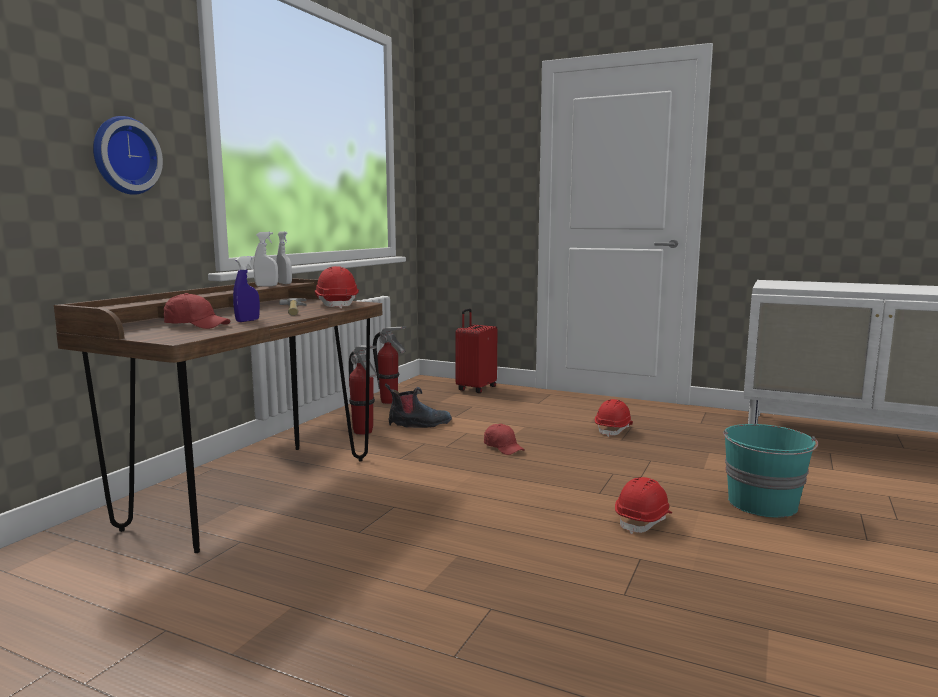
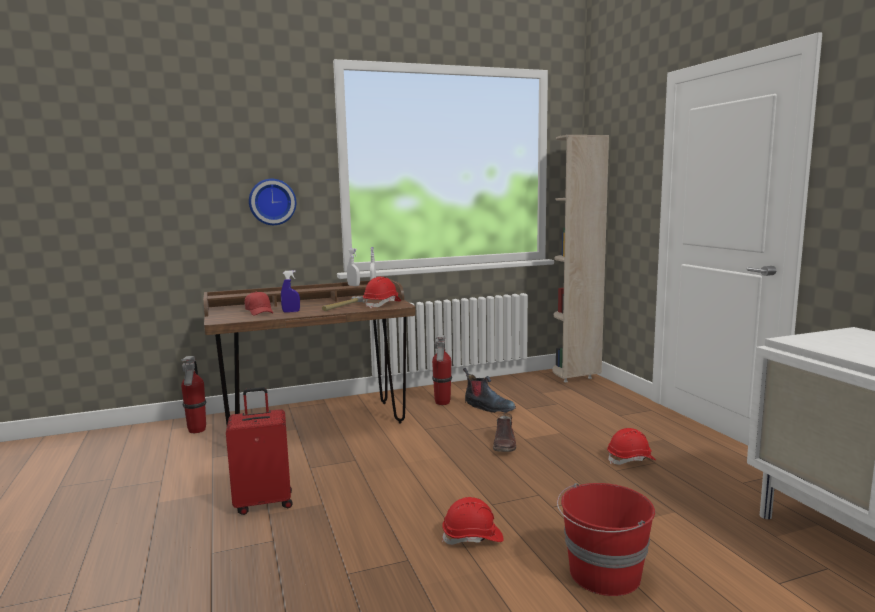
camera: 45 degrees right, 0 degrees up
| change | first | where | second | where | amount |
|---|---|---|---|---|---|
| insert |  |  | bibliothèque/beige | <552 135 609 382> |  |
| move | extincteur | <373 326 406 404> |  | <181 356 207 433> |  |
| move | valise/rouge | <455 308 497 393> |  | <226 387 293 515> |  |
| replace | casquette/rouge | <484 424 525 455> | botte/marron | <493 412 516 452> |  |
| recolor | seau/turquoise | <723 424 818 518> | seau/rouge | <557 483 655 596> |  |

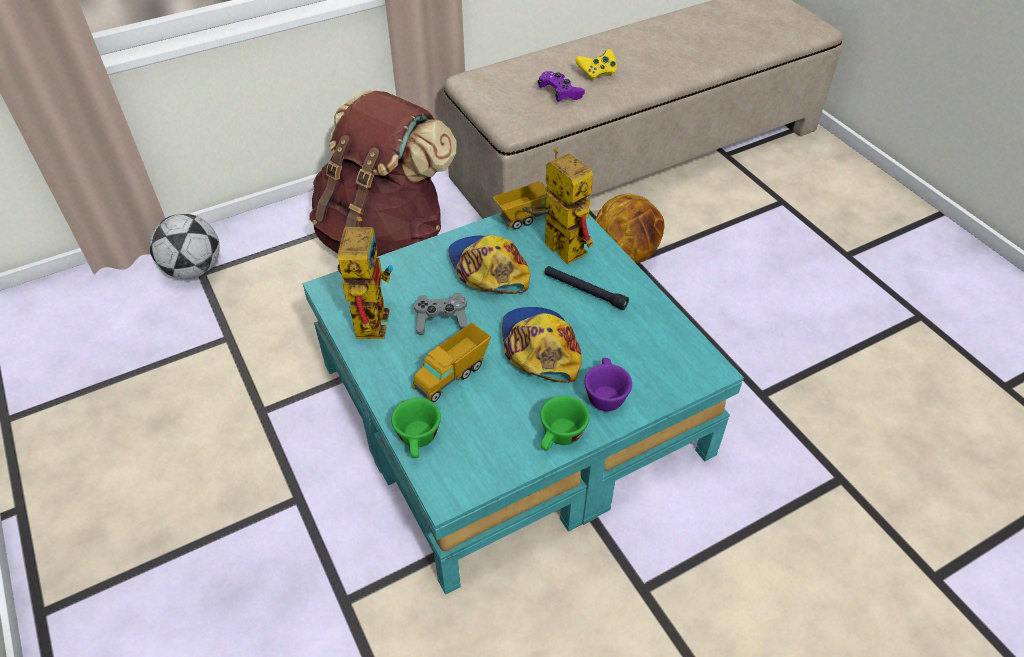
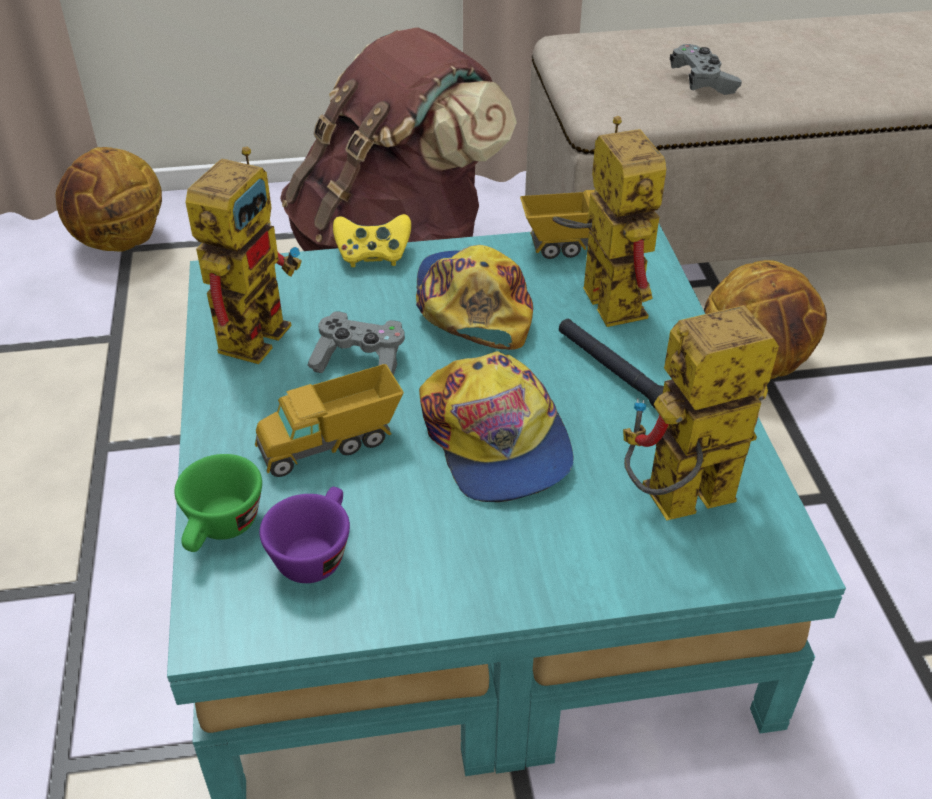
camera: 20 degrees right, 5 degrees down
| change | first | where | second | where | amount |
|---|---|---|---|---|---|
| delete | tasse/vert | <540 396 590 451> |  |  |  |
| insert |  |  | robot jouet | <623 305 779 520> |  |
| move | manette/jaune | <575 49 617 81> |  | <333 214 411 267> |  |
| move | tasse/violet | <585 358 632 411> |  | <260 487 350 583> |  |
| replace | ballon de foot | <150 214 220 279> | ballon de basket | <55 147 162 252> |  |
| recolor | manette/violet | <538 71 585 102> | manette/gris | <670 44 742 95> |  |
| rotate | casquette | <502 307 582 383> |  | <419 351 574 502> | 150 degrees clockwise |

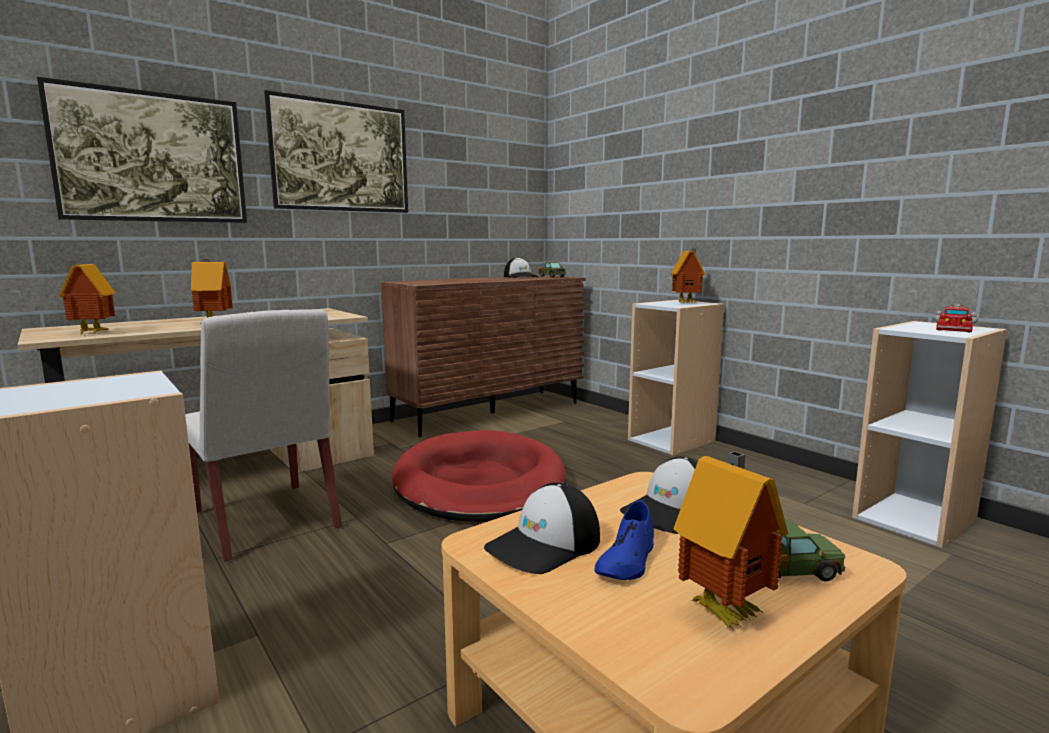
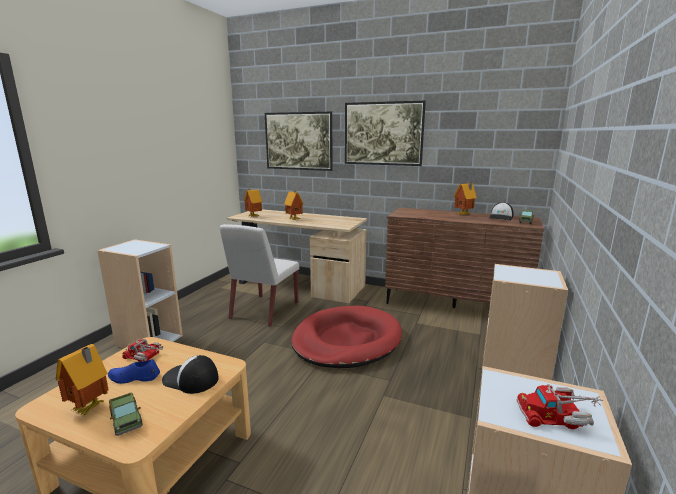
camera: 60 degrees right, 5 degrees up
| change | first | where | second | where | amount |
|---|---|---|---|---|---|
| move | maison miniature | <671 249 705 303> |  | <454 182 477 215> |  |
| replace | casquette | <484 483 600 574> | camion jouet | <122 339 163 362> |  |

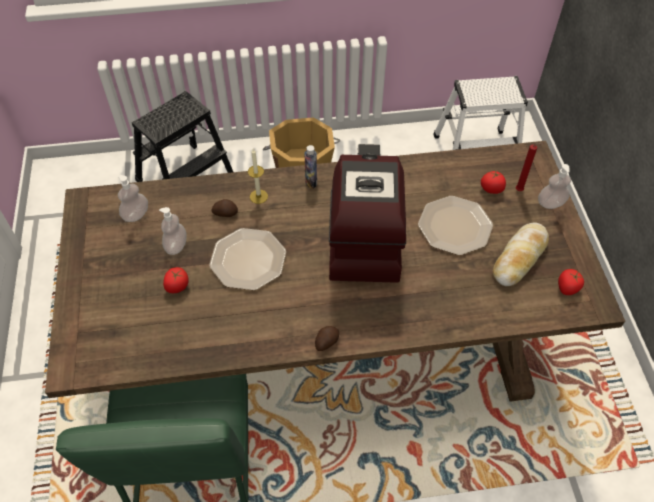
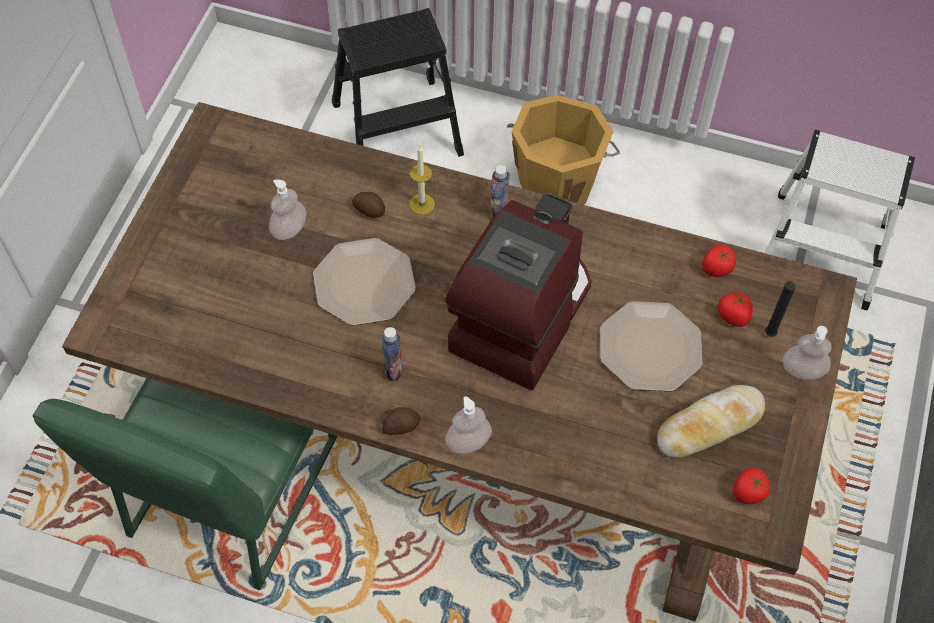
camera: 25 degrees right, 5 degrees up
| change | first | where | second | where | amount |
|---|---|---|---|---|---|
| insert |  |  | bouteille | <382 327 402 381> |  |
| move | distributeur de savon | <118 175 148 222> |  | <445 396 492 454> |  |
| move | tomate | <163 267 189 293> |  | <702 245 736 277> |  |
| recolor | bougie/rouge | <516 143 543 191> | bougie/noir | <765 281 803 337> |  |

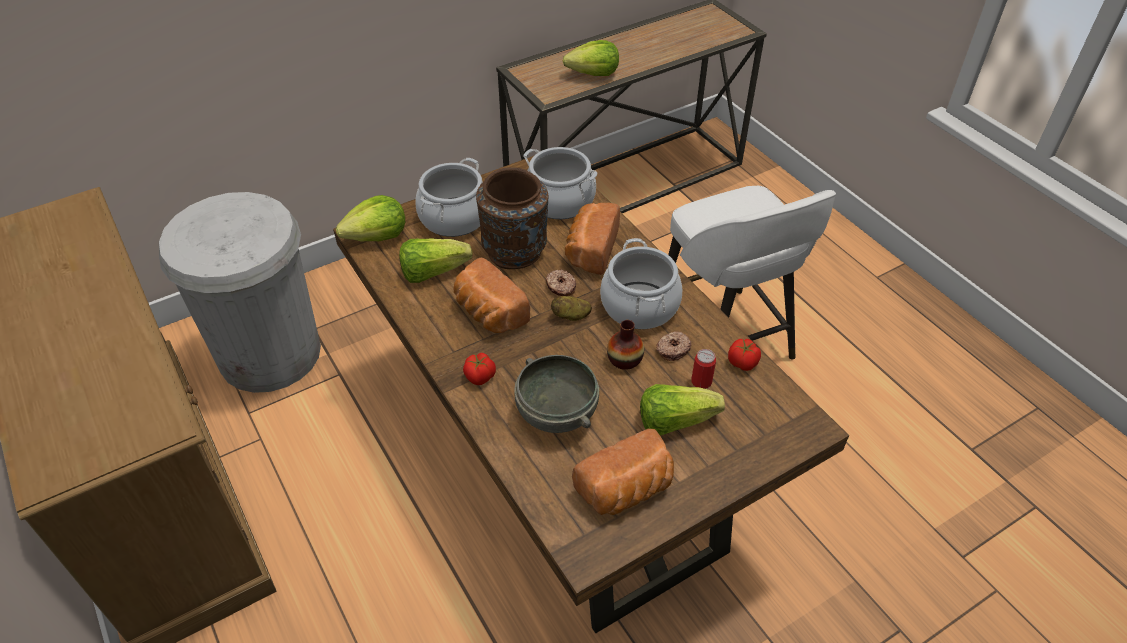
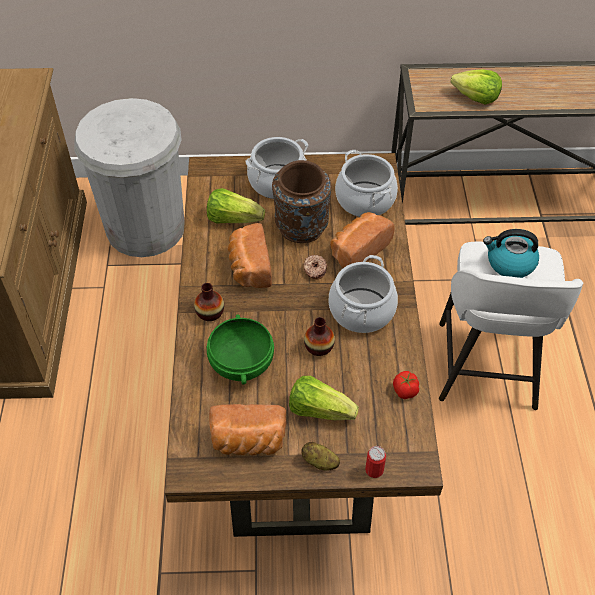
camera: 30 degrees right, 5 degrees up
| change | first | where | second | where | amount |
|---|---|---|---|---|---|
| delete | laitue | <336 195 405 242> |  |  |  |
| delete | beignet | <656 331 691 361> |  |  |  |
| insert |  |  | bouilloire | <483 229 539 278> |  |
| move | pomme de terre | <551 296 592 321> |  | <301 442 340 471> |  |
| move | boîte métallique | <692 349 716 389> |  | <365 446 386 478> |  |
| replace | tomate | <463 353 496 385> | vase | <194 283 224 321> |  |
| recolor | bol/gris | <514 355 599 433> | bol/vert | <206 314 274 384> |  |

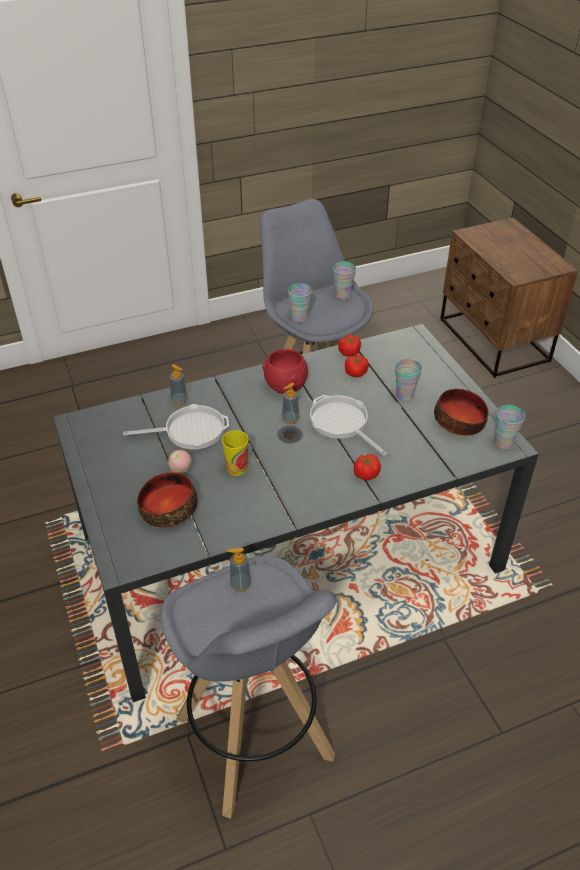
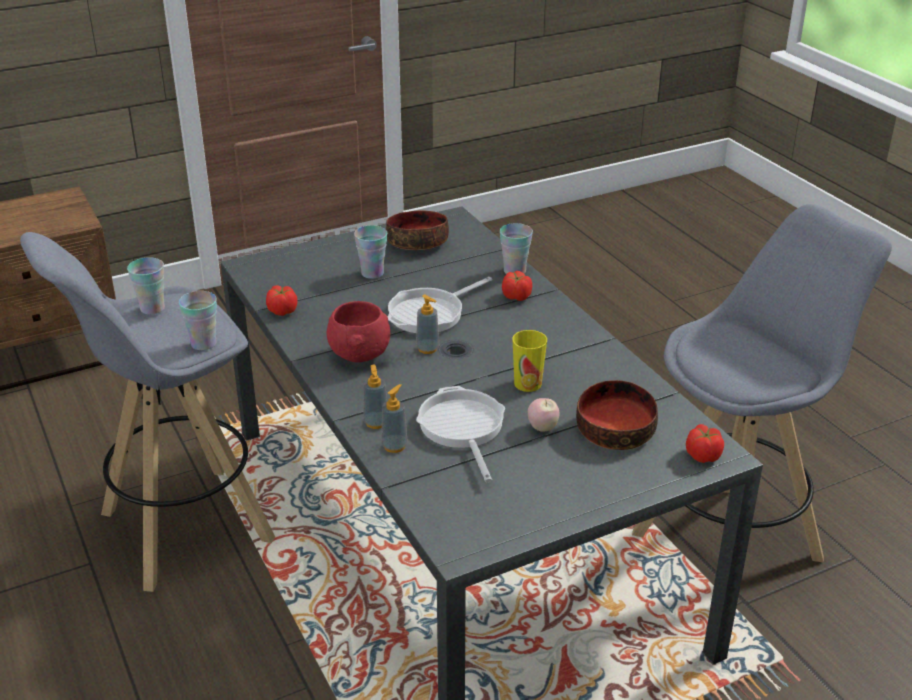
camera: 95 degrees left, 10 degrees down
| change | first | where | second | where | amount |
|---|---|---|---|---|---|
| move | distributeur de savon | <227 548 251 592> |  | <363 365 387 429> |  |
| move | tomate | <345 355 369 377> |  | <686 424 724 463> |  |
| move | tasse | <494 405 525 449> |  | <500 223 533 274> |  |

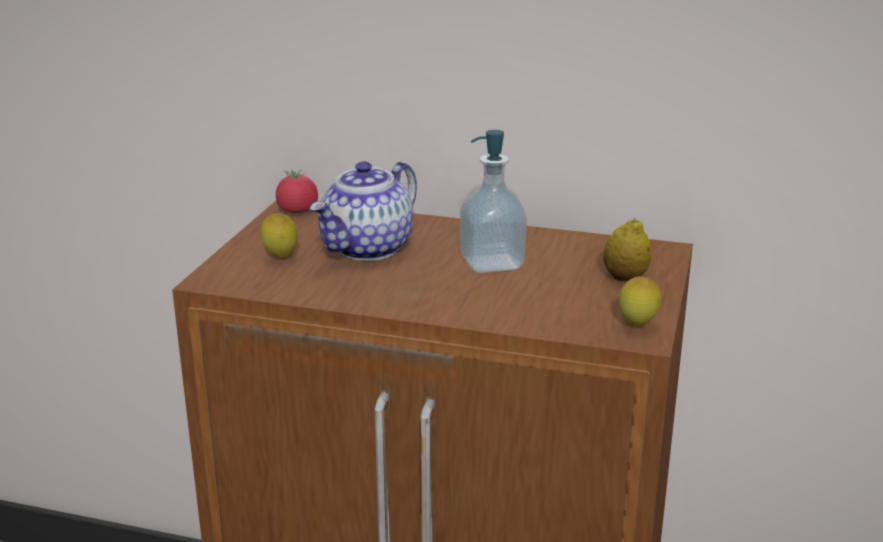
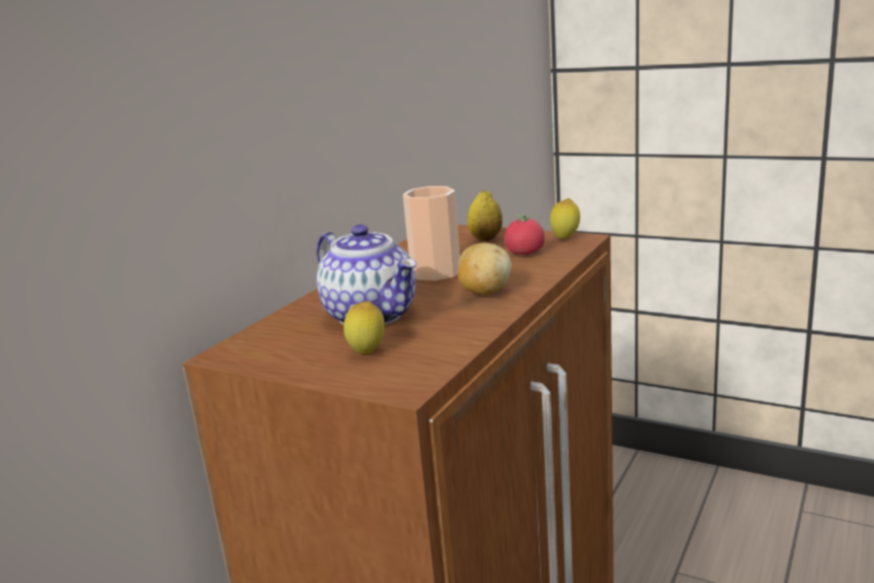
camera: 75 degrees left, 5 degrees down
| change | first | where | second | where | amount |
|---|---|---|---|---|---|
| insert |  |  | pomme de terre | <457 243 512 295> |  |
| move | tomate | <276 169 318 213> |  | <504 214 545 255> |  |
| replace | distributeur de savon | <460 130 527 273> | tasse | <403 186 460 281> |  |

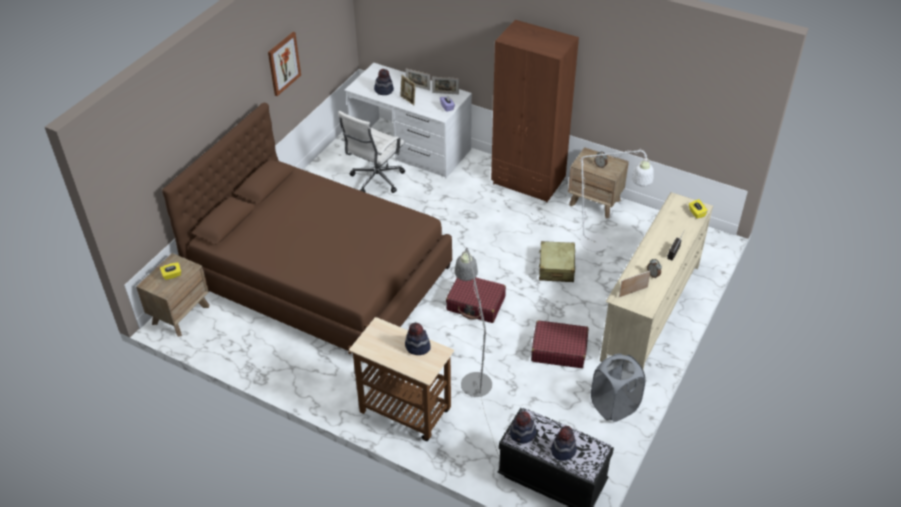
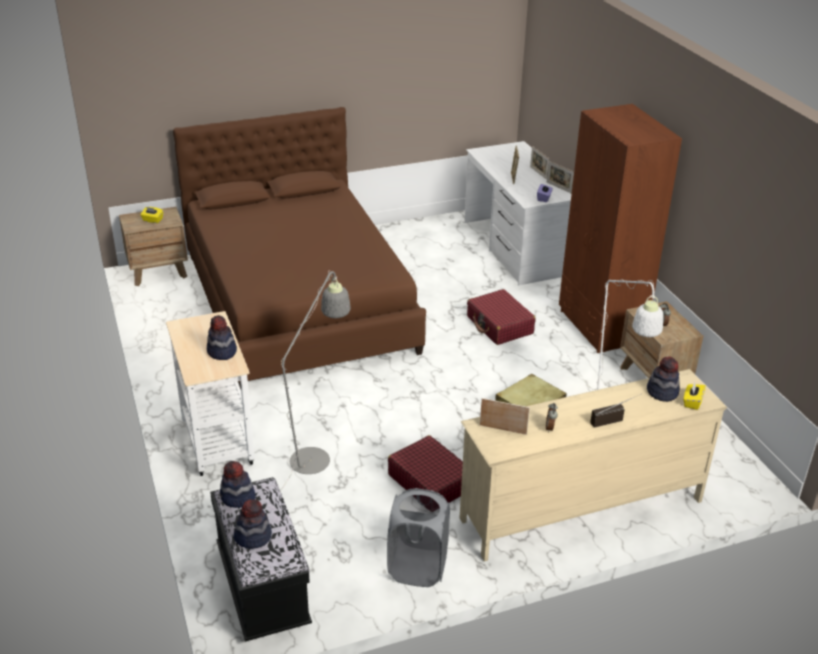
camera: 40 degrees right, 10 degrees down
| change | first | where | second | where | amount |
|---|---|---|---|---|---|
| delete | tableau | <268 32 301 96> |  |  |  |
| delete | chaise de bureau/blanc | <338 111 405 193> |  |  |  |
| move | chapeau | <374 69 394 95> |  | <647 356 680 402> |  |
| move | valise/rouge | <446 277 506 323> |  | <467 289 535 345> |  |
| recolor | chariot/marron | <348 317 454 441> | chariot/blanc | <166 311 255 476> |  |

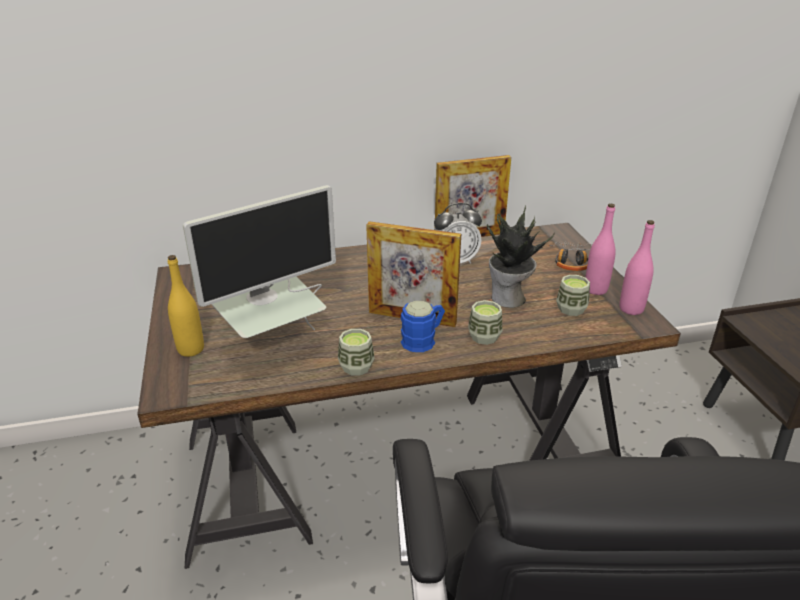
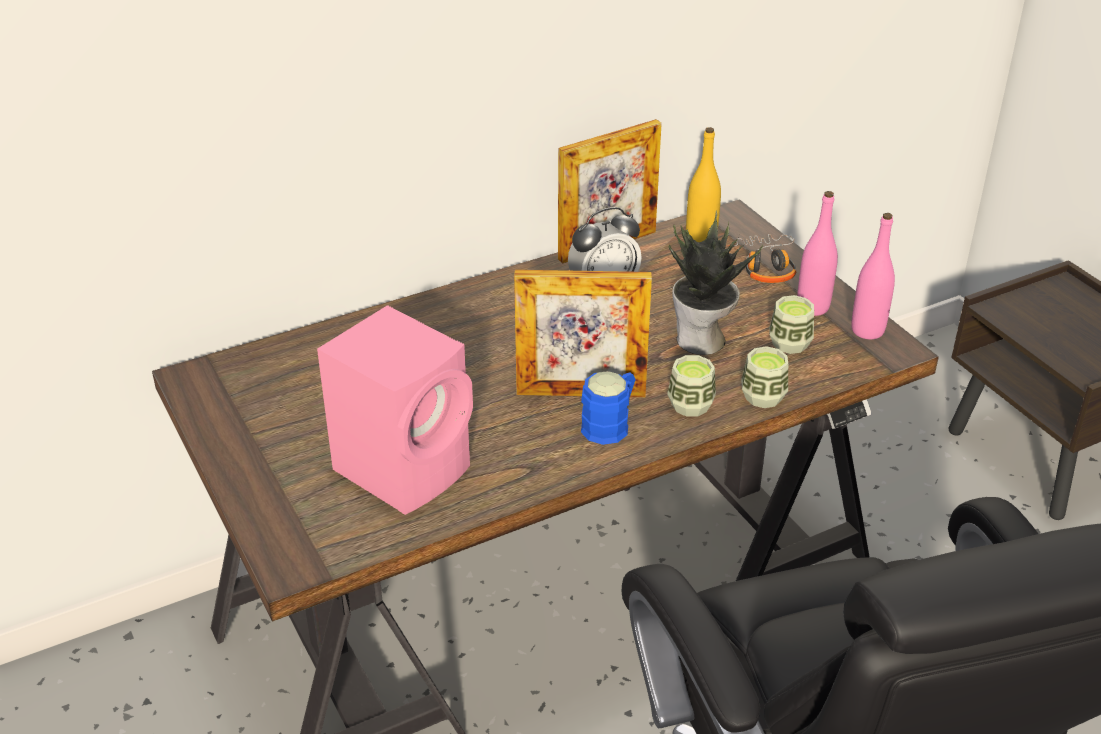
camera: 15 degrees left, 5 degrees up
| change | first | where | second | where | amount |
|---|---|---|---|---|---|
| move | bouteille/jaune | <168 255 204 357> |  | <686 127 721 242> |  |
| move | tasse | <338 329 375 376> |  | <741 346 788 408> |  |
| replace | écran d'ordinateur | <183 185 336 338> | enceinte/rose | <317 305 473 515> |  |

